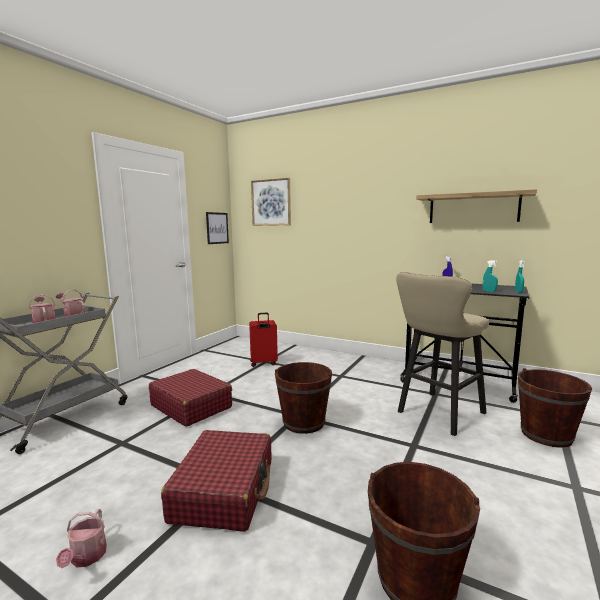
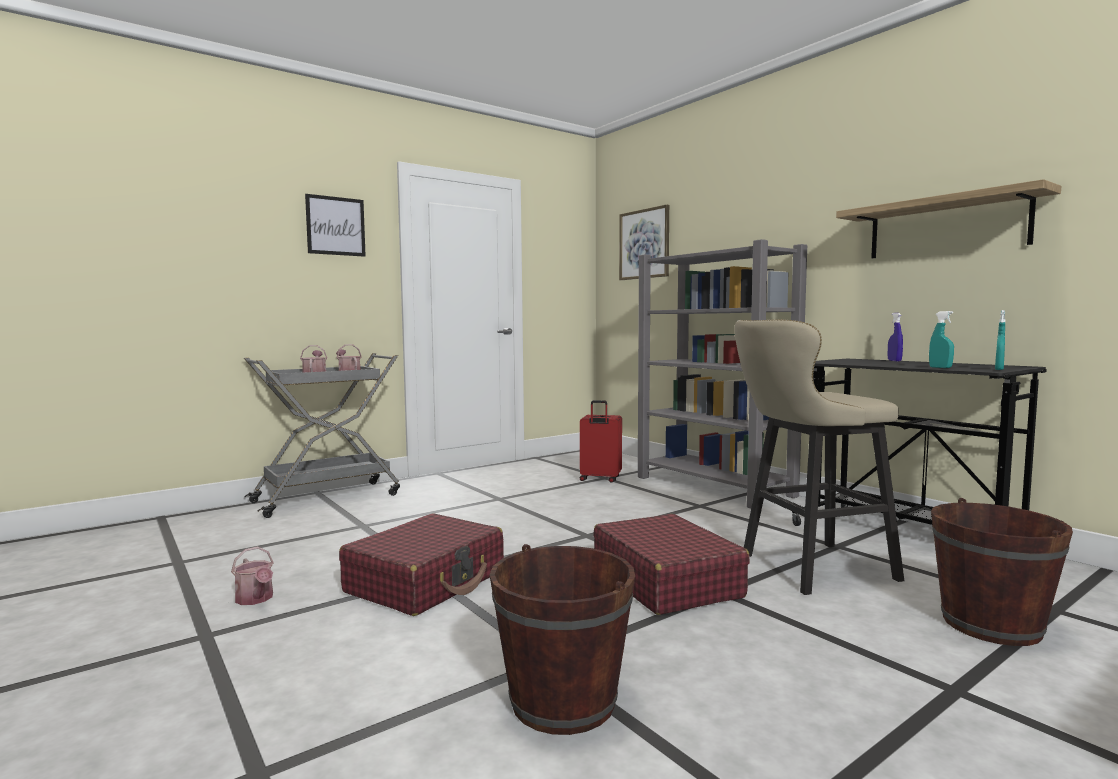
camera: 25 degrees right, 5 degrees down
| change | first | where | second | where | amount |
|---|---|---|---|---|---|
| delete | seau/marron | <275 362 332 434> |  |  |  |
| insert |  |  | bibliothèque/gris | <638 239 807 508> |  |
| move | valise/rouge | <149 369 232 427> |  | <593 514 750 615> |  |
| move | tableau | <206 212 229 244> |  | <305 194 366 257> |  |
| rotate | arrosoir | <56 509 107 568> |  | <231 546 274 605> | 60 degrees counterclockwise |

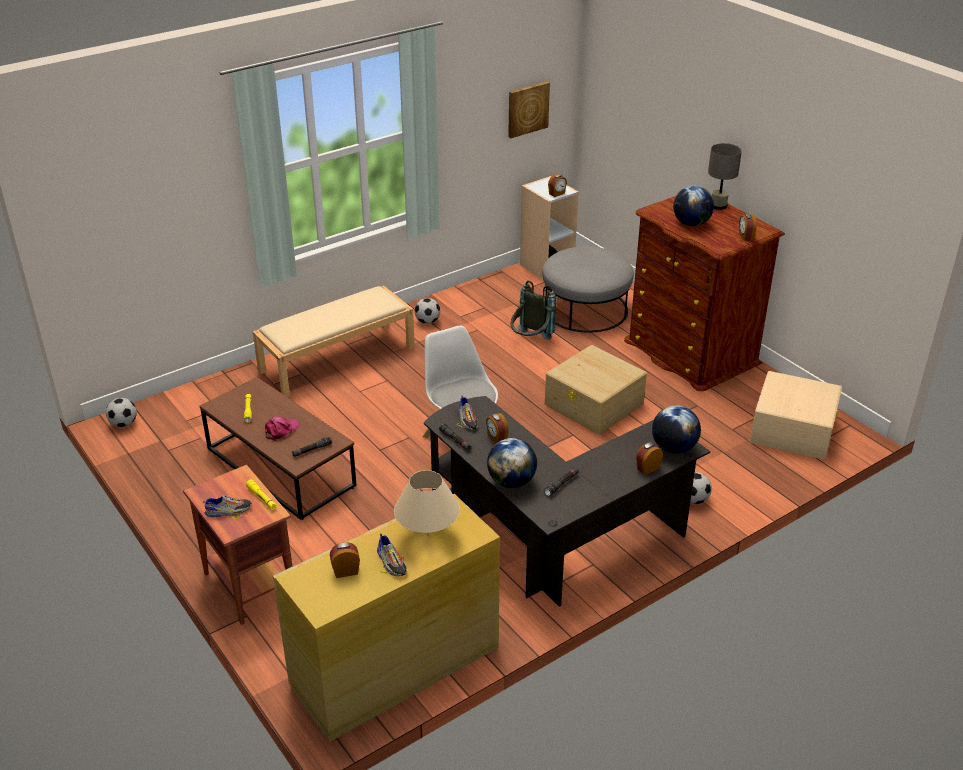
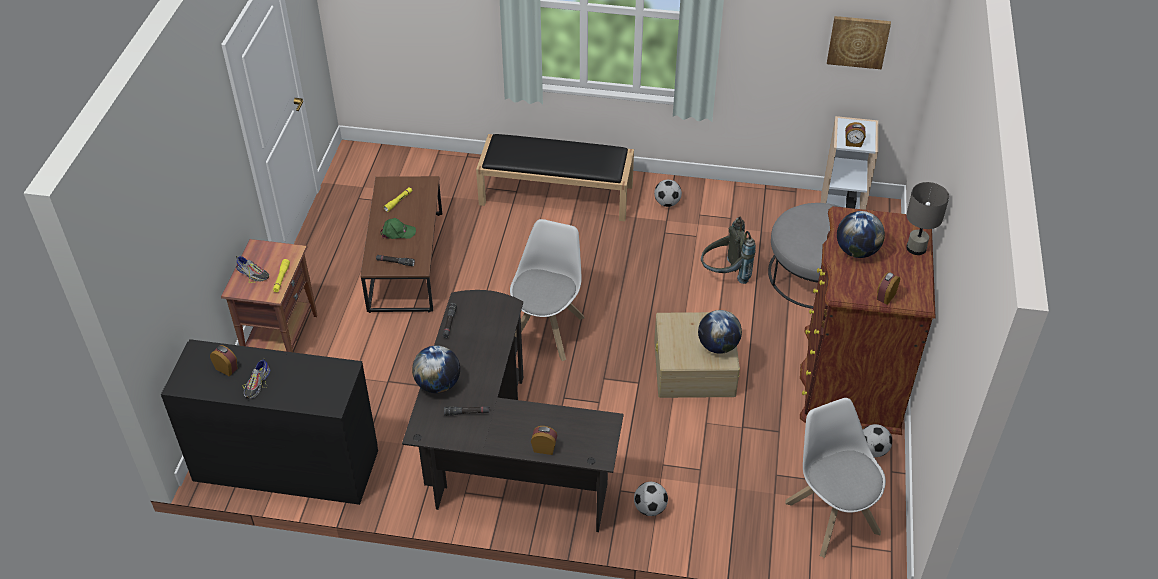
camera: 45 degrees right, 10 degrees up
| change | first | where | second | where | amount |
|---|---|---|---|---|---|
| delete | lampe de table/beige | <394 470 460 537> |  |  |  |
| delete | chaussure | <457 395 478 429> |  |  |  |
| delete | réveil | <486 413 509 444> |  |  |  |
| move | ballon de foot | <106 398 137 427> |  | <863 424 892 457> |  |
| move | globe | <652 405 701 454> |  | <698 310 742 354> |  |
| replace | boîte de rangement/beige | <750 371 842 460> | chaise | <785 398 886 558> |  |
| recolor | banc/beige | <253 286 415 397> | banc/noir | <476 134 634 221> |  |
| recolor | casquette/rose | <265 416 300 441> | casquette/vert | <380 218 416 239> |  |
| recolor | meuble de rangement/jaune | <273 494 500 742> | meuble de rangement/noir | <161 339 378 505> |  |

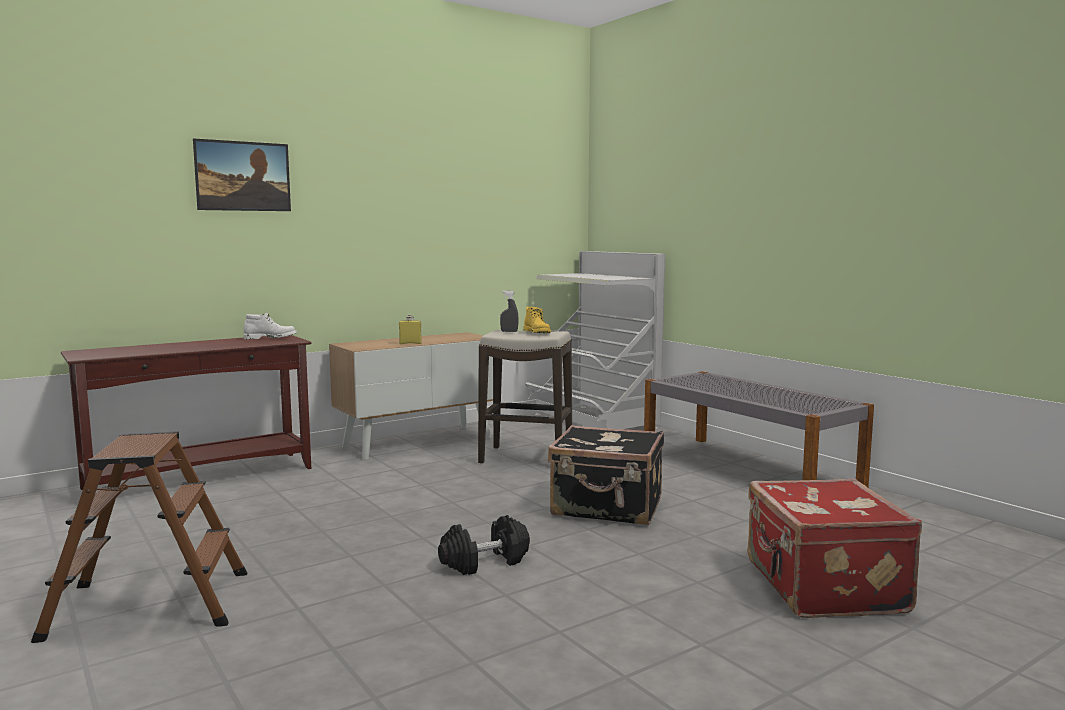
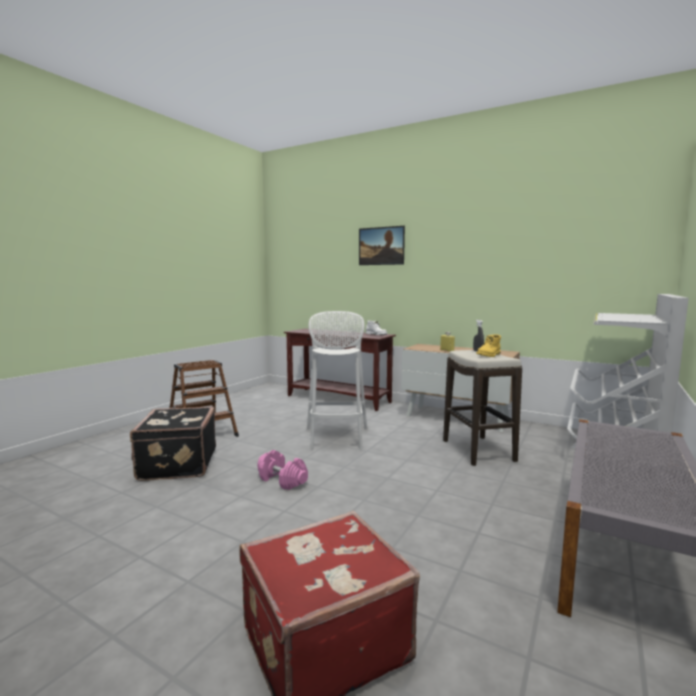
camera: 65 degrees right, 0 degrees up
| change | first | where | second | where | amount |
|---|---|---|---|---|---|
| insert |  |  | tabouret/blanc | <307 311 367 450> |  |
| move | valise/noir | <548 425 664 525> |  | <130 407 216 481> |  |
| recolor | haltère/noir | <438 515 530 575> | haltère/rose | <258 450 308 490> |  |

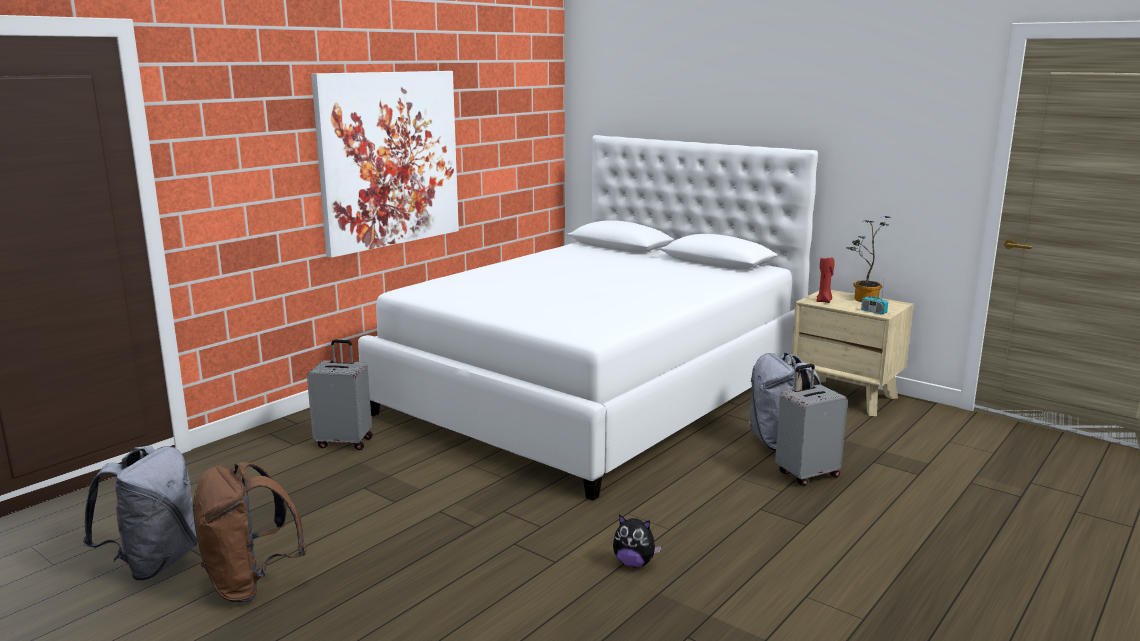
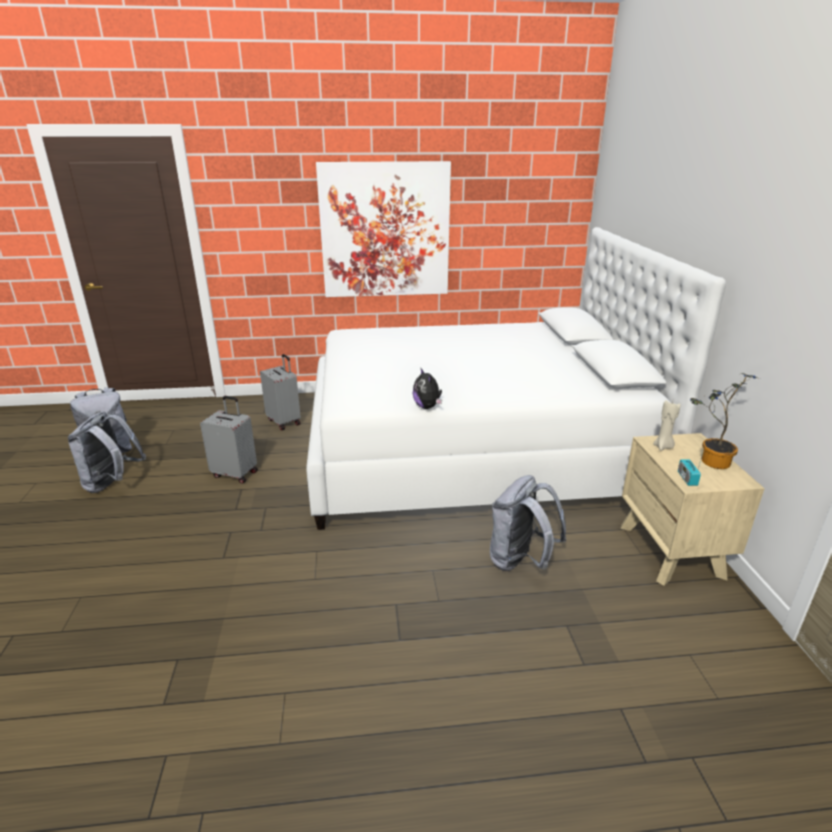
camera: 45 degrees right, 10 degrees up
| change | first | where | second | where | amount |
|---|---|---|---|---|---|
| move | peluche | <613 514 661 567> |  | <413 367 442 409> |  |
| move | valise/gris | <775 364 848 486> |  | <200 396 258 484> |  |
| recolor | sac à dos/marron | <193 462 307 603> | sac à dos/gris | <68 412 146 493> |  |
| recolor | bougie/rouge | <816 257 835 303> | bougie/beige | <653 400 681 451> |  |

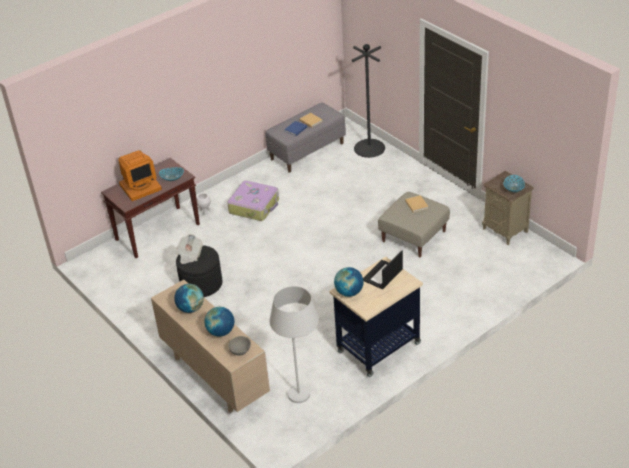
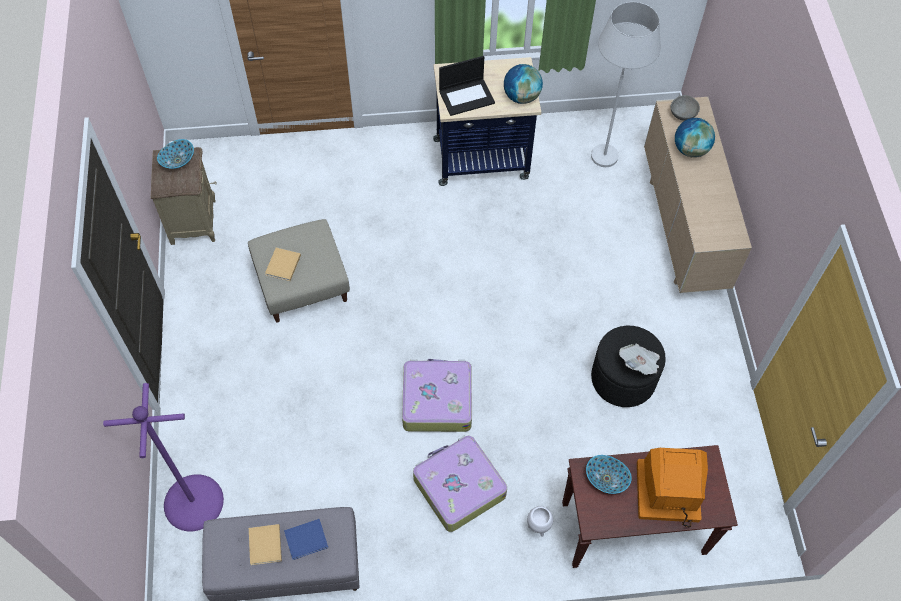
camera: 150 degrees left, 20 degrees up
| change | first | where | second | where | amount |
|---|---|---|---|---|---|
| delete | globe | <174 284 204 313> |  |  |  |
| insert |  |  | valise | <402 359 472 432> |  |
| recolor | portant/noir | <352 44 385 158> | portant/violet | <103 383 224 531> |  |

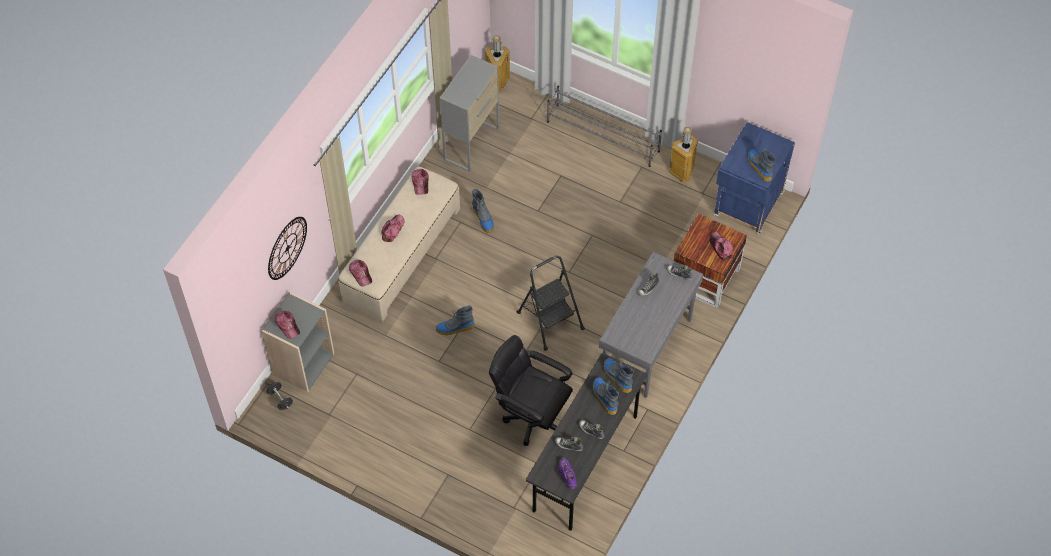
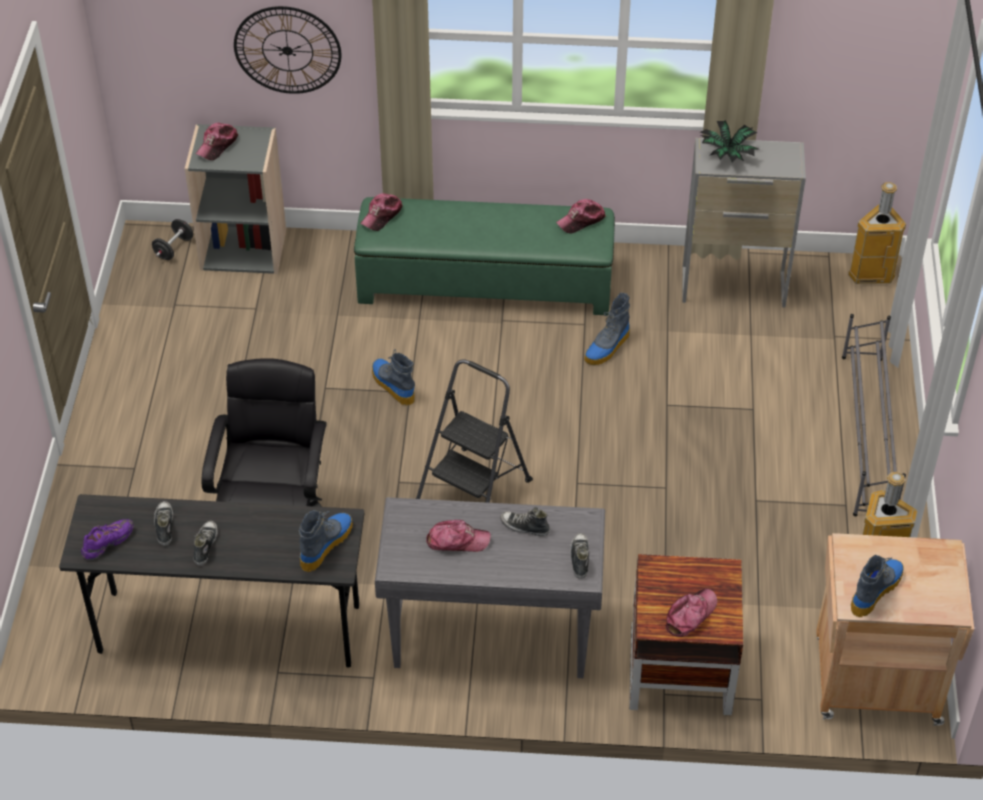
camera: 65 degrees right, 10 degrees down
| change | first | where | second | where | amount |
|---|---|---|---|---|---|
| delete | botte | <593 378 619 415> |  |  |  |
| insert |  |  | plante en pot | <700 120 758 163> |  |
| move | casquette | <382 215 404 242> |  | <426 520 491 552> |  |
| recolor | banc/beige | <338 167 460 322> | banc/vert | <354 197 615 315> |  |
| recolor | chariot/bleu | <714 122 795 235> | chariot/marron | <816 533 974 726> |  |

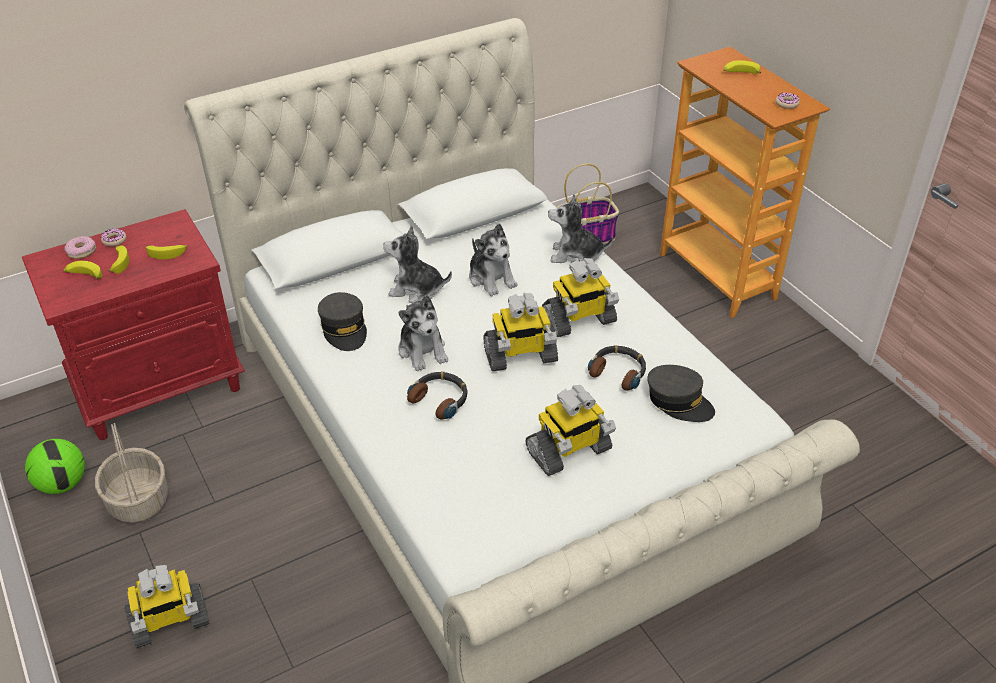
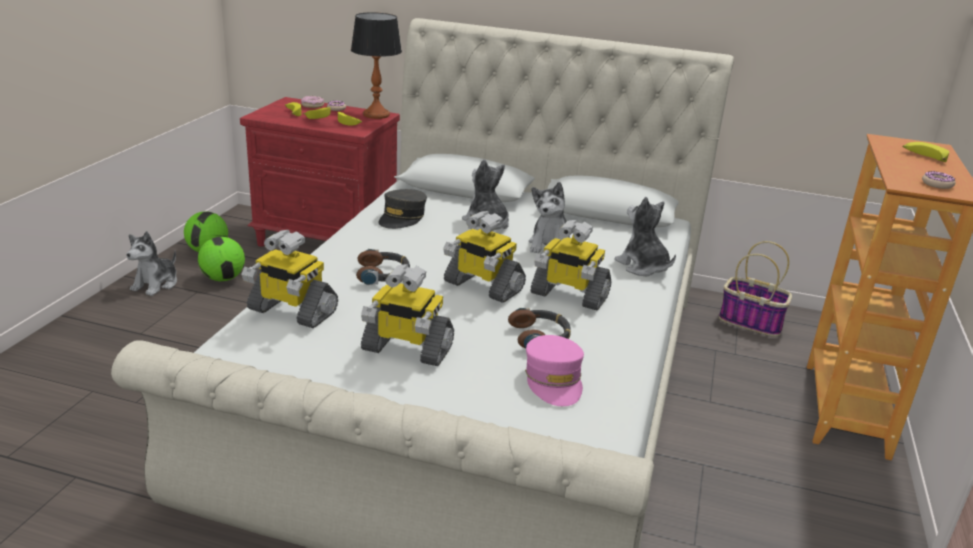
camera: 45 degrees right, 15 degrees down
| change | first | where | second | where | amount |
|---|---|---|---|---|---|
| insert |  |  | lampe de table | <351 12 402 119> |  |
| move | robot jouet | <124 565 210 648> |  | <242 230 338 328> |  |
| move | peluche | <398 295 448 371> |  | <126 231 177 296> |  |
| replace | panier | <95 423 168 523> | ballon de foot | <198 237 245 282> |  |
| recolor | casquette/gris | <647 365 715 422> | casquette/rose | <525 335 584 406> |  |

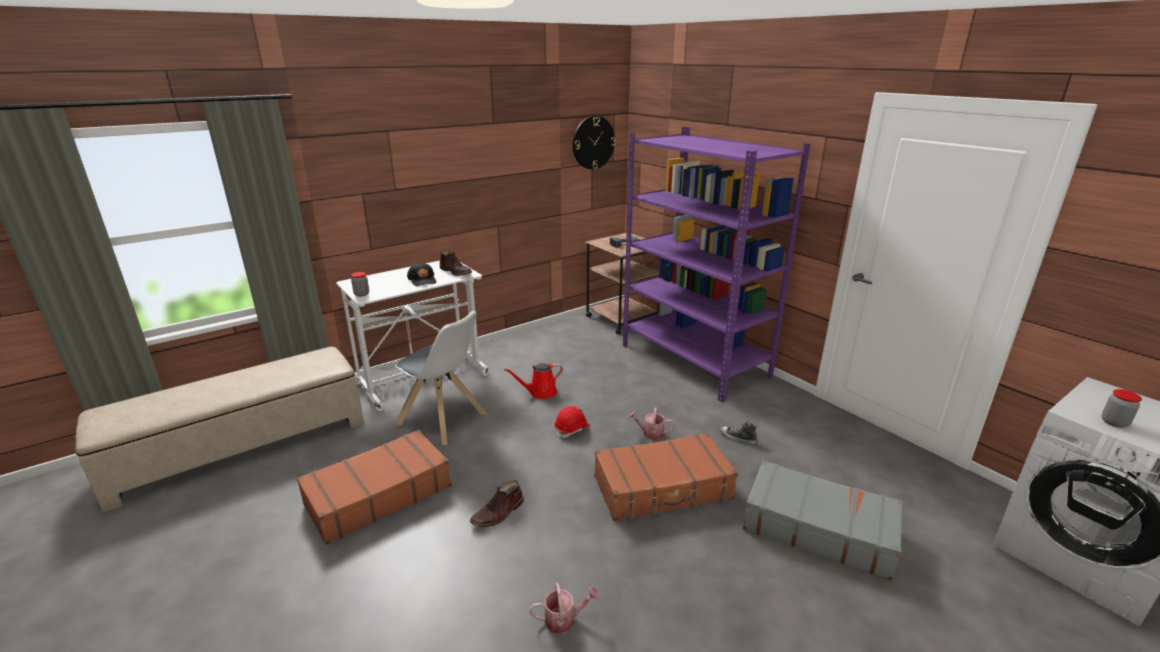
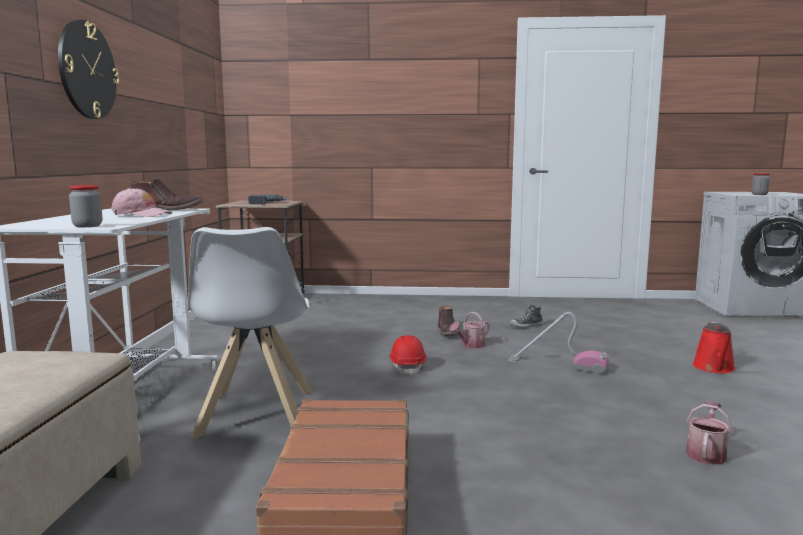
camera: 50 degrees left, 15 degrees down
| change | first | where | second | where | amount |
|---|---|---|---|---|---|
| delete | bibliothèque/violet | <623 127 810 402> |  |  |  |
| delete | valise/gris | <743 460 903 581> |  |  |  |
| move | botte/marron | <470 480 524 527> |  | <438 306 460 336> |  |
| move | arrosoir/rouge | <504 363 563 399> |  | <693 322 736 373> |  |
| move | horloge murale | <573 116 616 170> |  | <58 20 119 119> |  |
| replace | valise/marron | <594 433 738 521> | aspirateur | <508 312 609 374> |  |
| recolor | casquette/noir | <407 263 436 286> | casquette/rose | <111 188 172 217> |  |
| rotate | chaise | <395 311 487 445> |  | <188 227 313 439> | 105 degrees clockwise |

